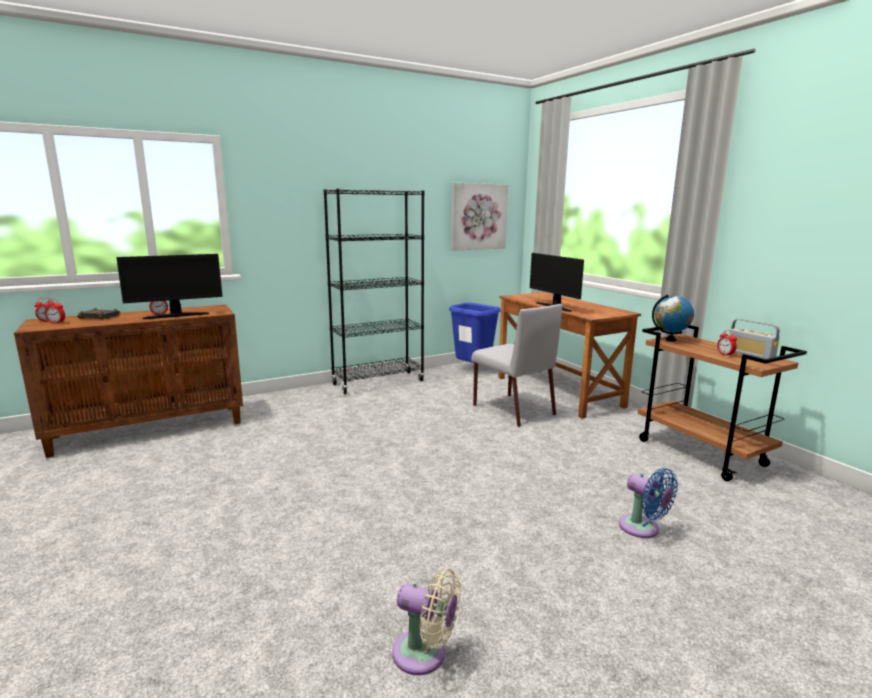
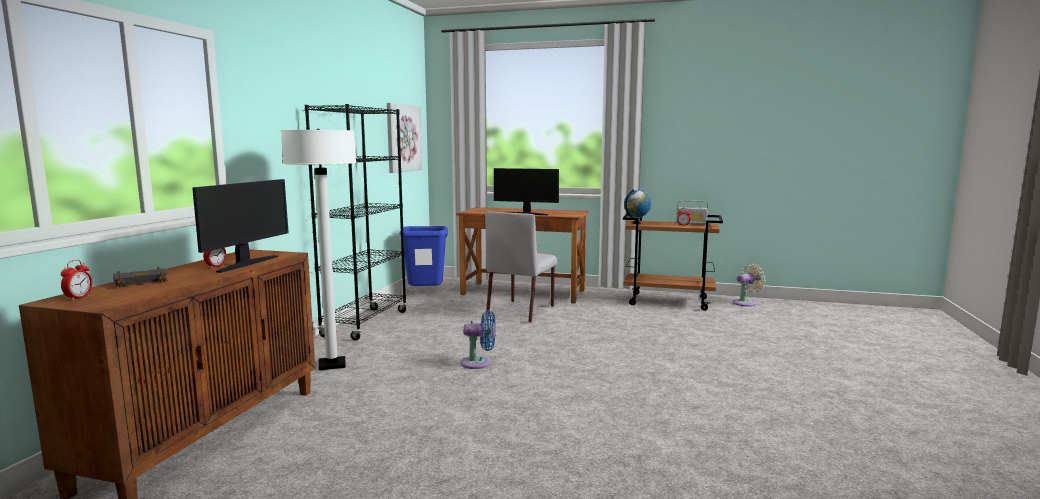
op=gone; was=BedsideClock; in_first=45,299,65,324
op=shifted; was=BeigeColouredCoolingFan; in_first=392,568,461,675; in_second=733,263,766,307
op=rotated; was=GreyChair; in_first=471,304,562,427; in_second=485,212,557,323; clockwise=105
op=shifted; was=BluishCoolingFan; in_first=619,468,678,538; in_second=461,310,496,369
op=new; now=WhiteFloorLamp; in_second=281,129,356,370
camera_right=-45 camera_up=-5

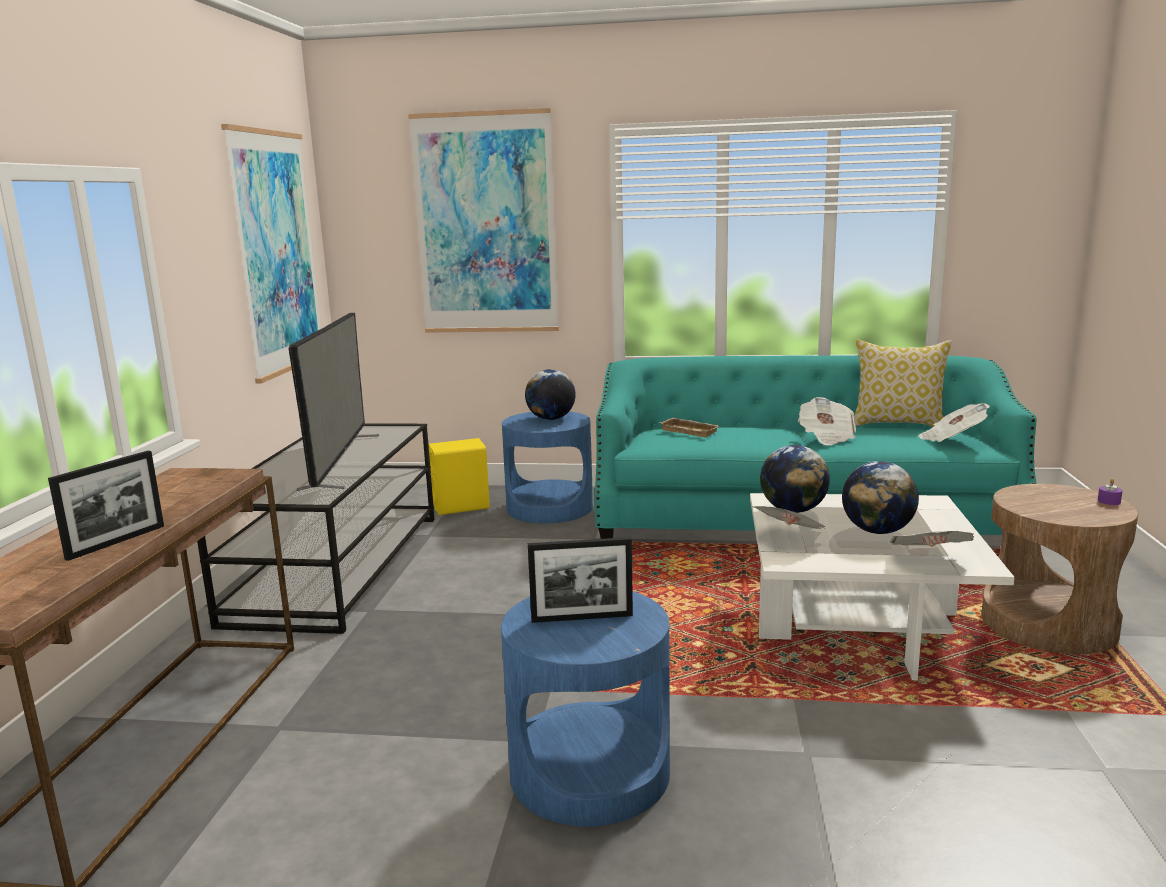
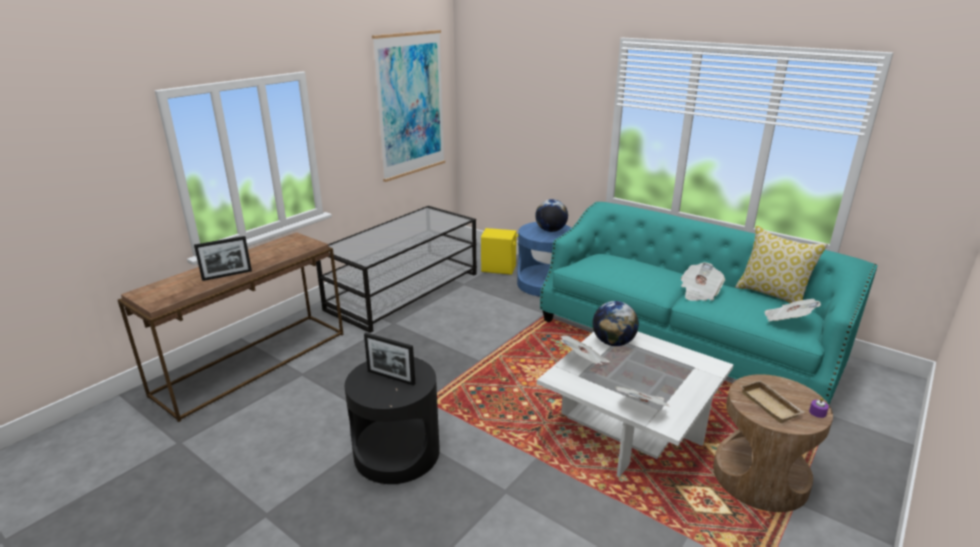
op=gone; was=Tv; in_first=289,313,379,491
op=gone; was=WallArt; in_first=408,108,559,333
op=repainted; was=BluishAccentTable; now=BlackColouredAccentTable; in_first=501,591,670,826; in_second=345,357,440,484
op=shifted; was=BeigeColouredCarryingTray; in_first=659,418,719,437; in_second=740,380,804,424
op=gone; was=Globe; in_first=842,461,919,534
camera_right=30 camera_up=10

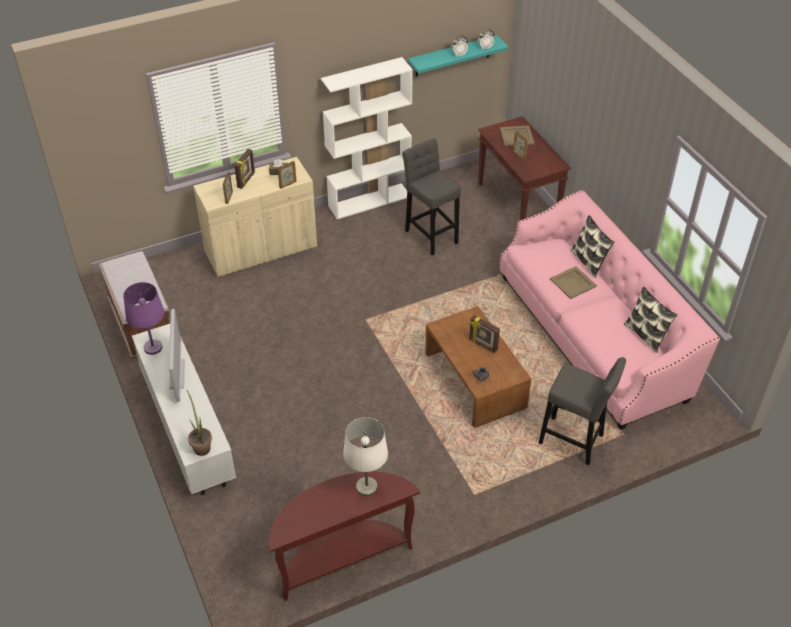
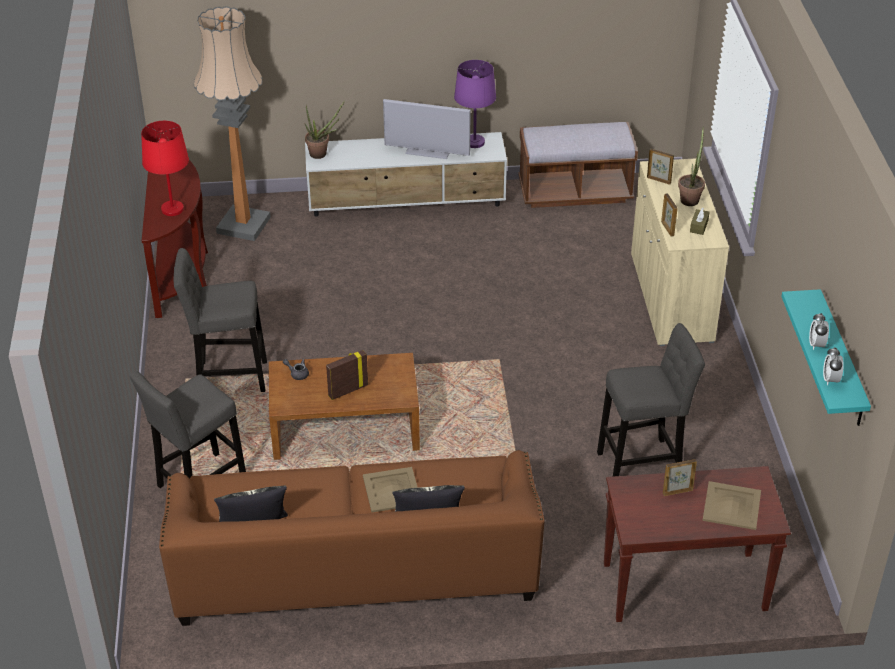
op=swapped; was=PhotoFrame; now=PottedPlant; in_first=234,149,255,189; in_second=678,126,705,206
op=gone; was=WhiteBookcase; in_first=321,57,413,219
op=repainted; was=WhiteTabletopLamp; now=RedTabletopLamp; in_first=343,417,388,496; in_second=141,121,189,216
op=repainted; was=PinkishSofa; now=BrownColouredSofa; in_first=499,190,720,430; in_second=159,450,545,626
op=new; now=GreyStool; in_second=174,248,267,392
op=new; now=FloorLamp; in_second=194,6,271,241
camera_right=110 camera_up=-5

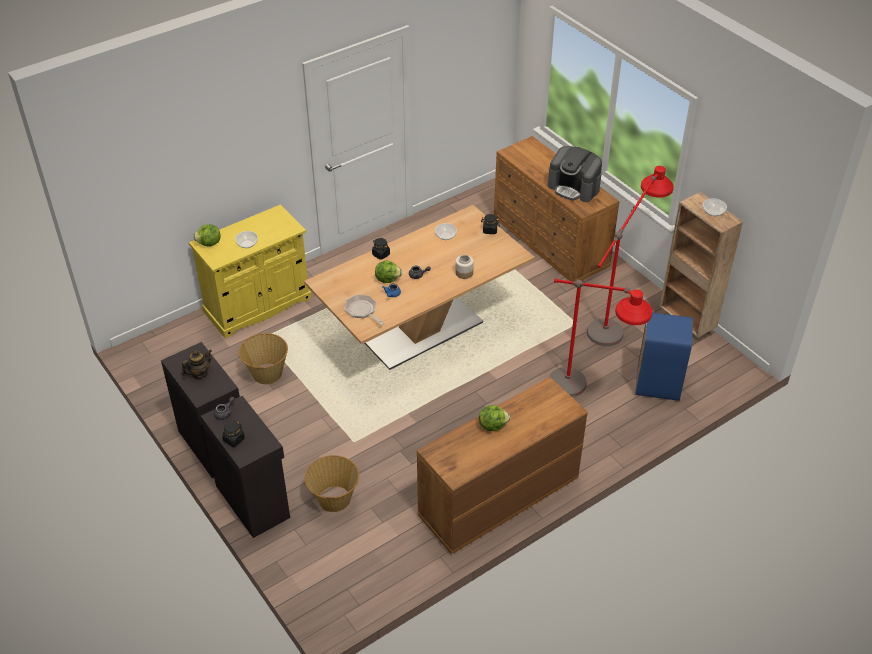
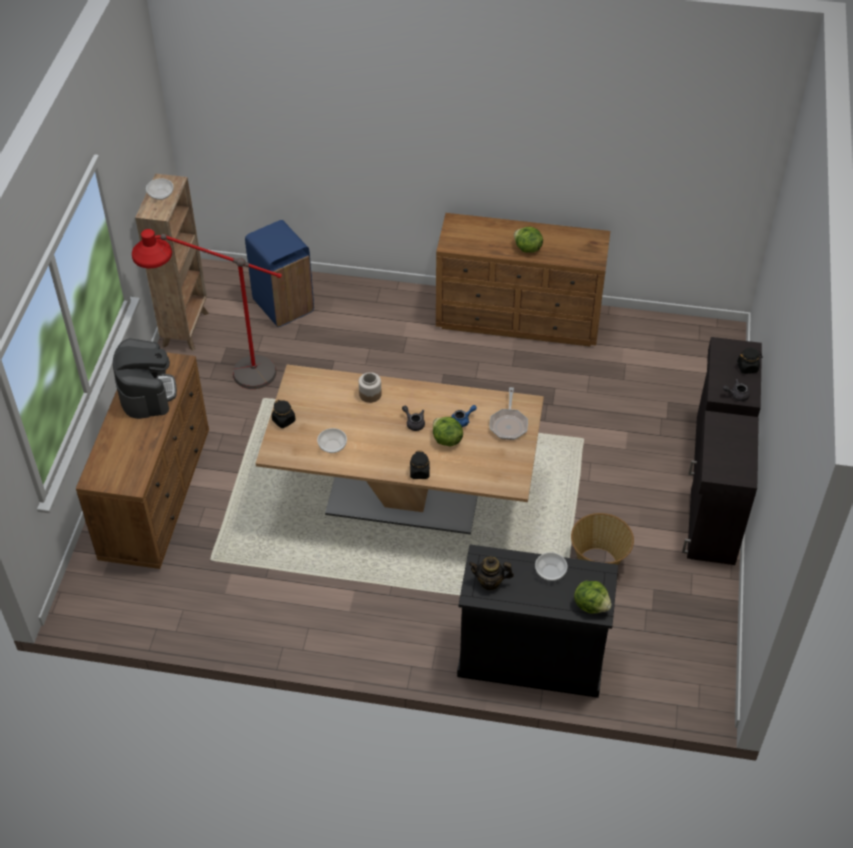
op=shifted; was=TeaPot; in_first=182,350,212,379; in_second=469,557,514,591
op=repainted; was=YellowishCabinet; now=BlackColouredCabinet; in_first=189,204,312,338; in_second=457,544,618,698
op=gone; was=Basket; in_first=305,455,359,512
op=gone; was=RedFloorLamp; in_first=549,278,652,397
camera_right=-135 camera_up=5

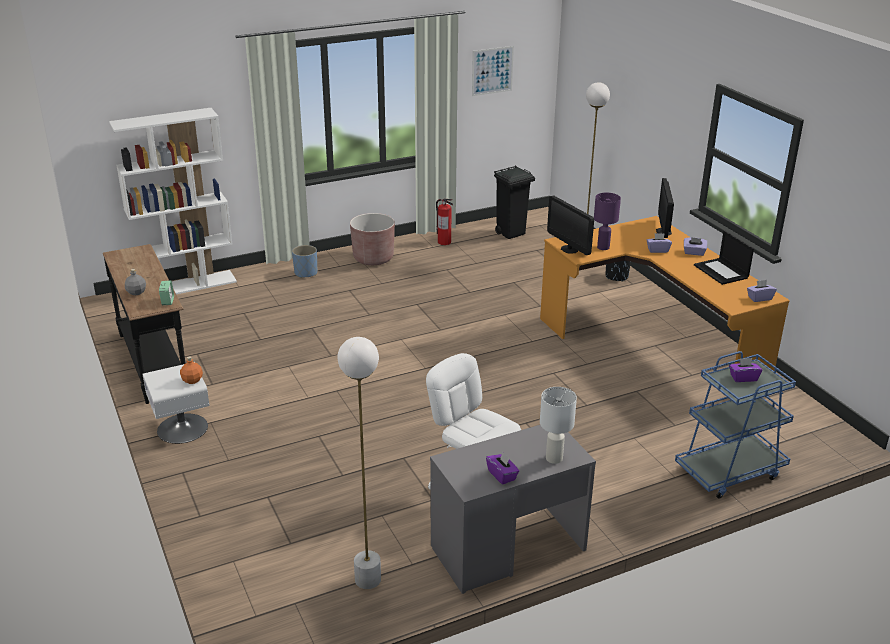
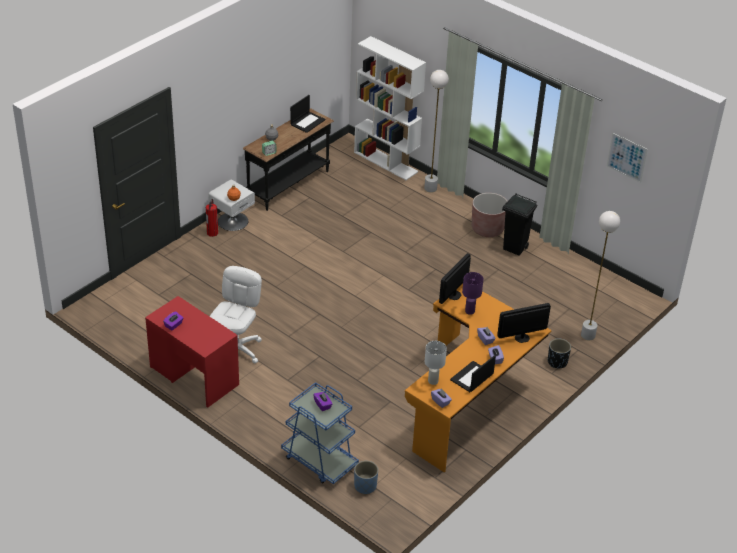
op=shifted; was=BluishPlanter; in_first=292,245,317,278; in_second=354,461,378,495
op=shifted; was=WhiteFloorLamp; in_first=337,337,381,589; in_second=424,70,449,193
op=repainted; was=GreyDesk; now=RedDesk; in_first=430,425,596,594; in_second=145,296,239,408
op=shifted; was=FireExtinguisher; in_first=436,199,453,245; in_second=206,199,218,237
op=shifted; was=BlackColouredRubbishBin; in_first=494,165,535,239; in_second=502,193,537,256
op=shifted; was=WhiteTabletopLamp; in_first=540,387,577,464; in_second=425,341,447,385
op=new; now=NotebookComputer; in_second=290,95,325,133
camera_right=65 camera_up=10

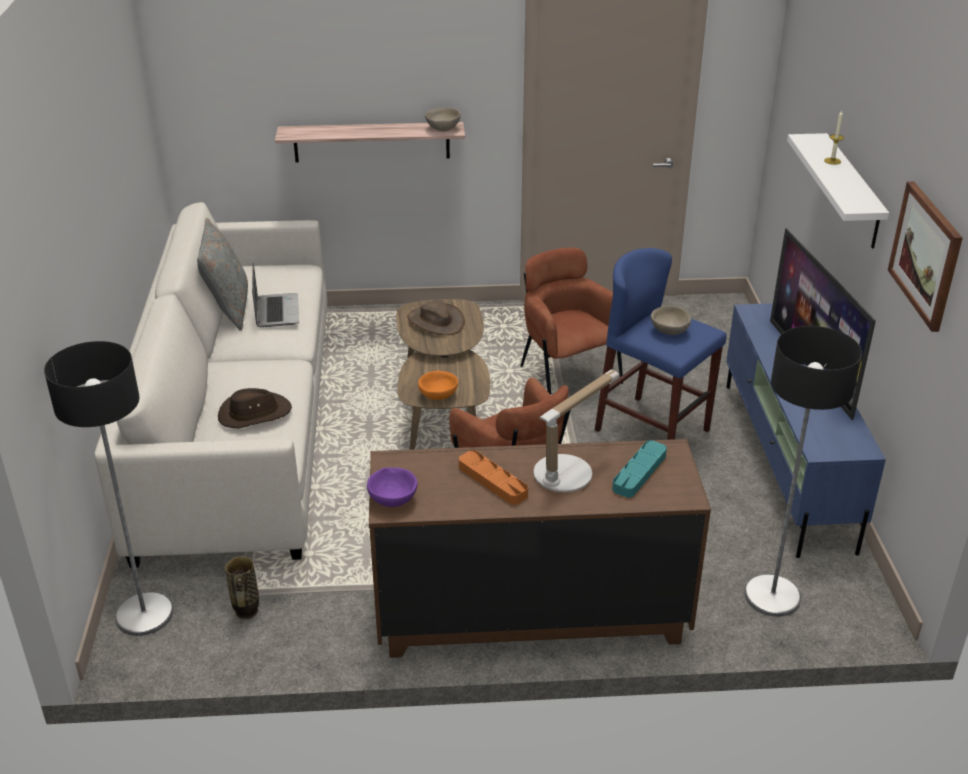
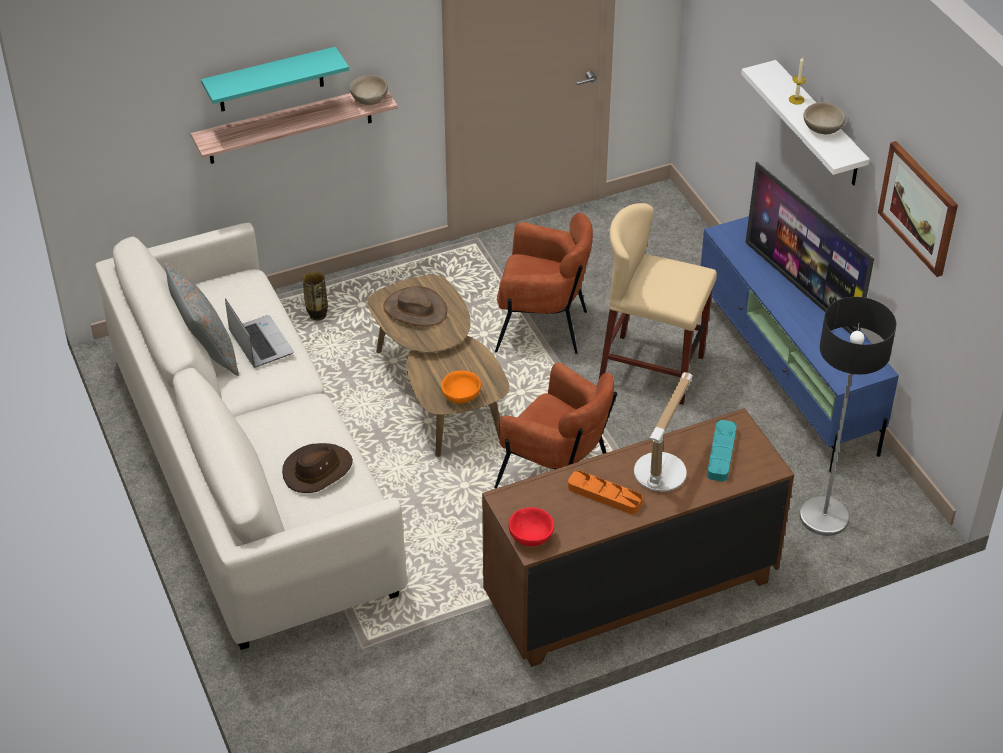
op=gone; was=FloorLamp; in_first=44,341,173,636
op=shifted; was=FlowerVase; in_first=225,556,259,619; in_second=303,271,328,321
op=repainted; was=PurplishServingBowl; now=RedServingBowl; in_first=367,467,418,507; in_second=509,507,554,546
op=rotated; was=BrownColouredLoungeChair; in_first=520,247,623,394; in_second=495,213,593,354; clockwise=150
op=repainted; was=BluishStool; now=BeigeColouredStool; in_first=595,248,726,440; in_second=599,203,717,405
op=shifted; was=BeigeColouredServingBowl; in_first=651,306,691,335; in_second=803,102,846,134
op=new; now=TurquoiseBracketShelf; in_second=201,47,349,111
camera_right=-20 camera_up=10

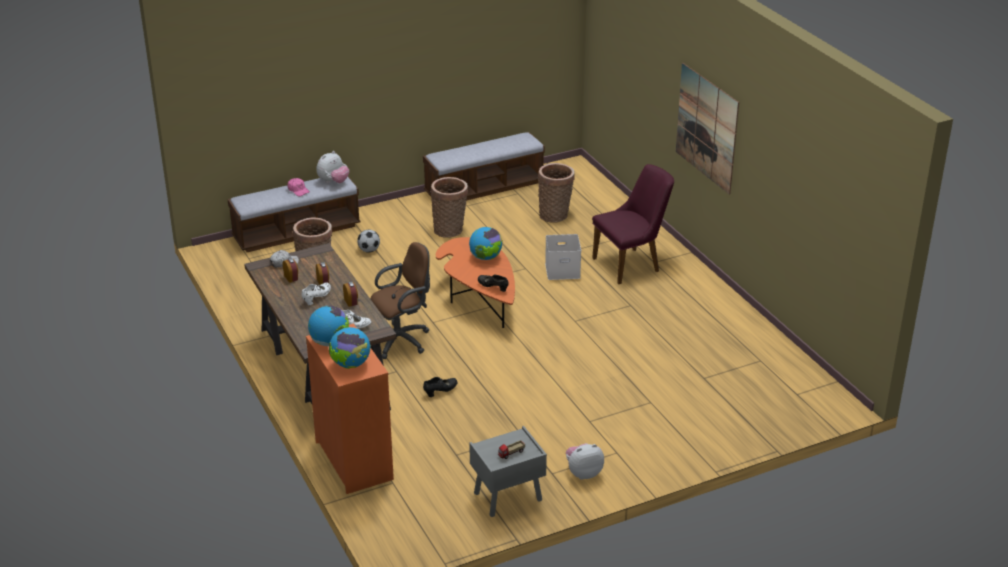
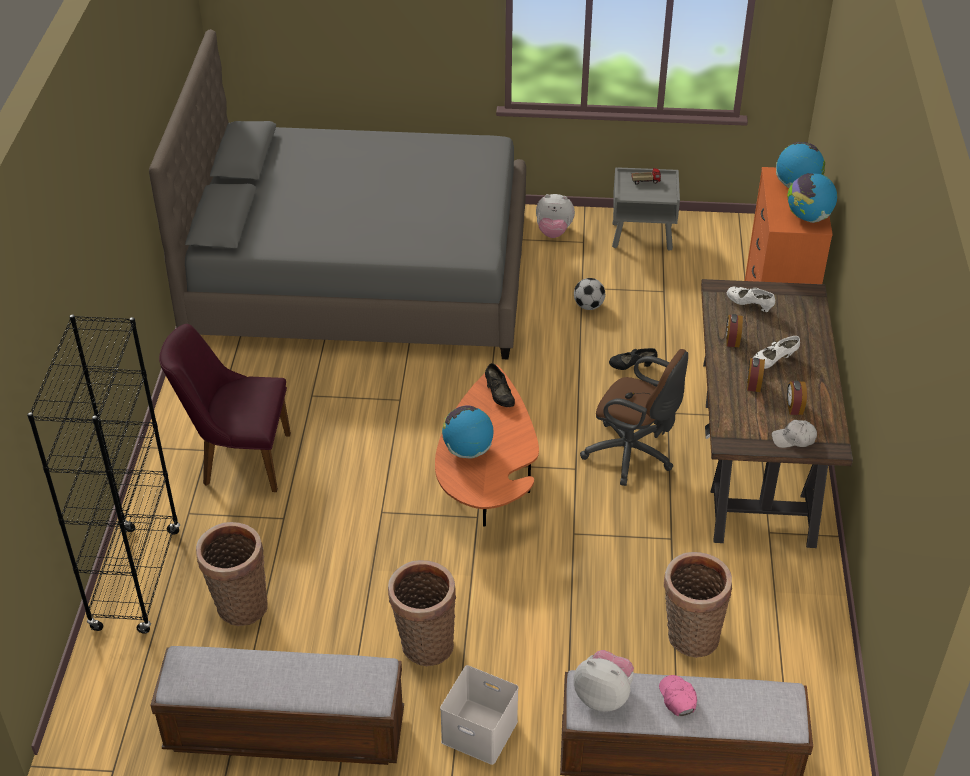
op=rotated; was=PlushToy; in_first=317,151,349,183; in_second=574,650,634,712; clockwise=45
op=shifted; was=BallForFootball; in_first=357,230,380,253; in_second=574,278,605,310
op=rotated; was=BrownColouredDeskChair; in_first=371,242,430,359; in_second=580,349,688,486; clockwise=-150
op=shifted; was=WhiteStorageContainer; in_first=545,234,581,280; in_second=440,665,519,765
op=gone; was=WallArt; in_first=676,63,739,195
op=new; now=BlackColouredBookcase; in_second=27,314,180,634
op=new; now=GreySleepingBed; in_second=149,29,526,359
camera_right=-150 camera_up=10

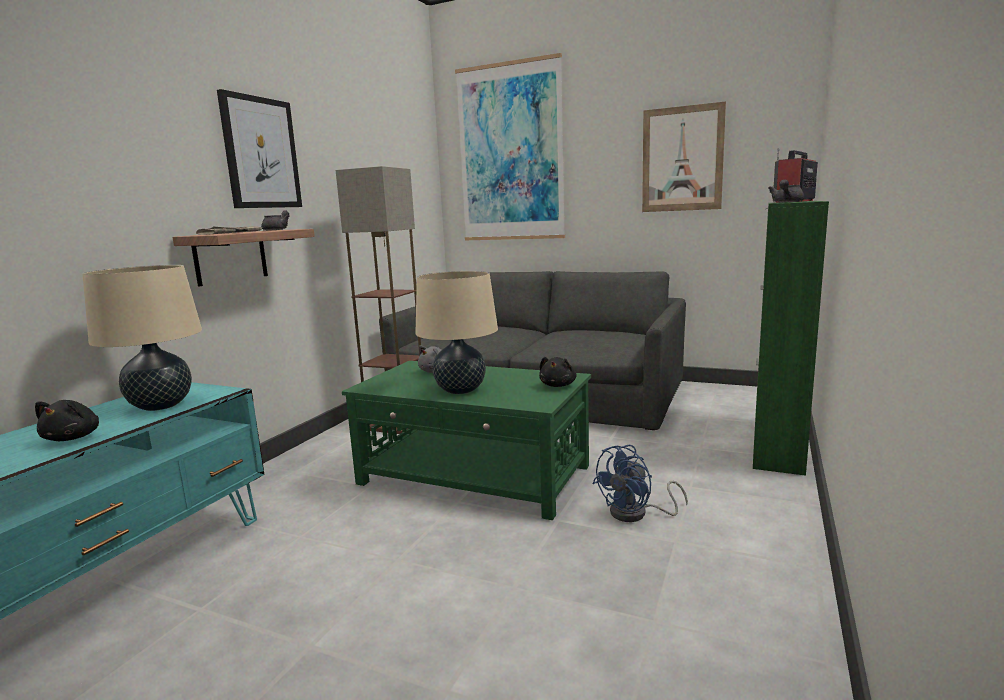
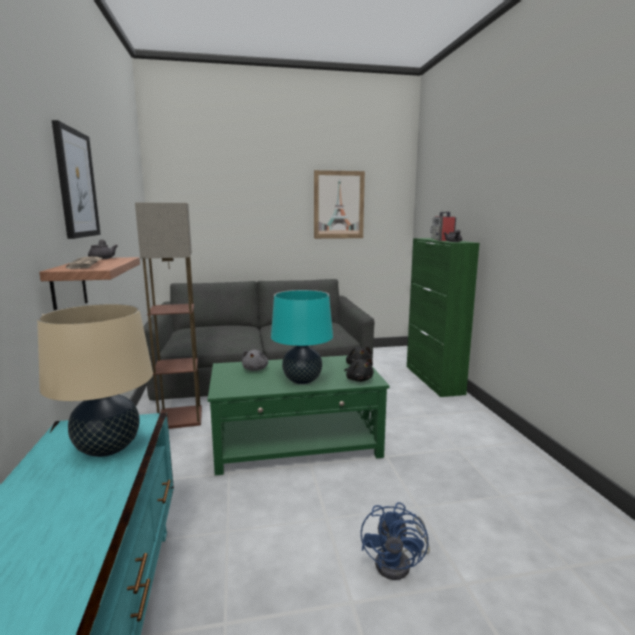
op=shifted; was=BlackColouredPlushToy; in_first=35,400,99,441; in_second=345,358,374,382
op=repainted; was=BeigeColouredTabletopLamp; now=TurquoiseTabletopLamp; in_first=415,271,498,394; in_second=271,290,333,384
op=gone; was=WallArt; in_first=455,53,565,240
op=shifted; was=BluishCoolingFan; in_first=592,445,688,522; in_second=361,502,430,580
camera_right=-35 camera_up=0

